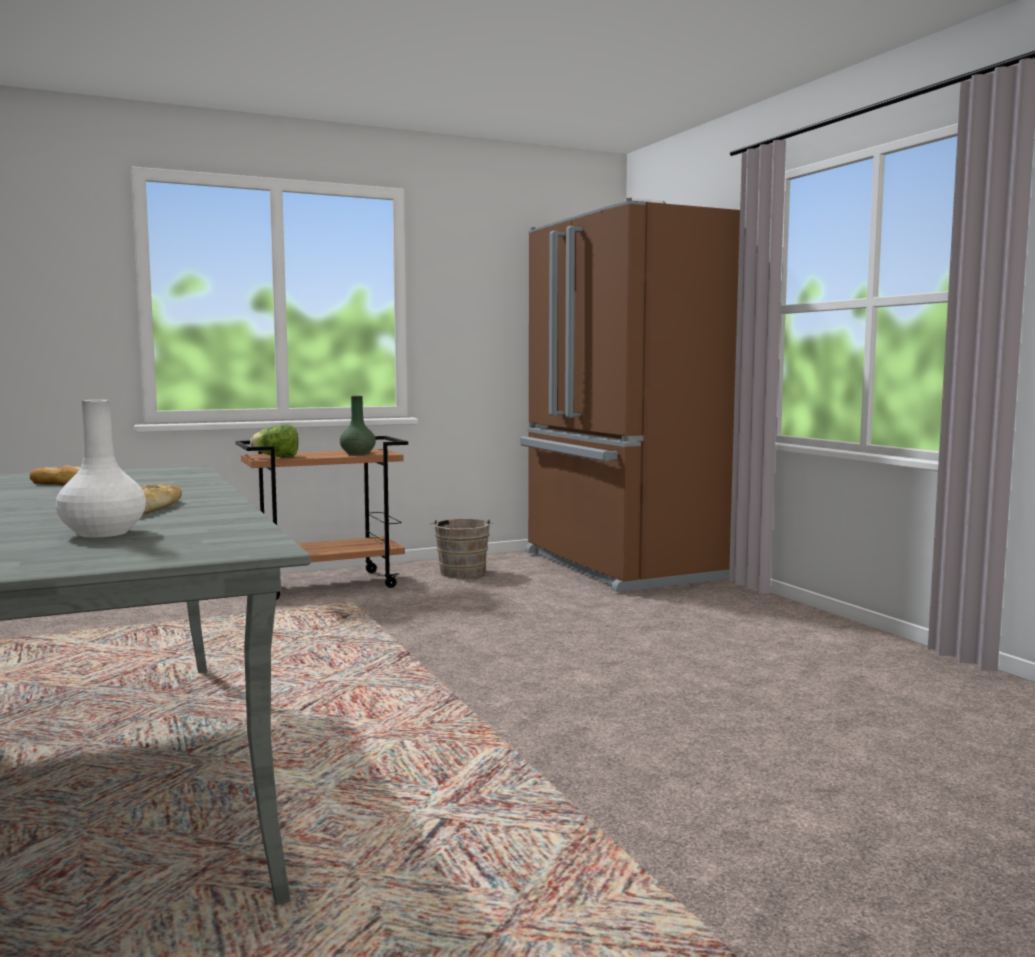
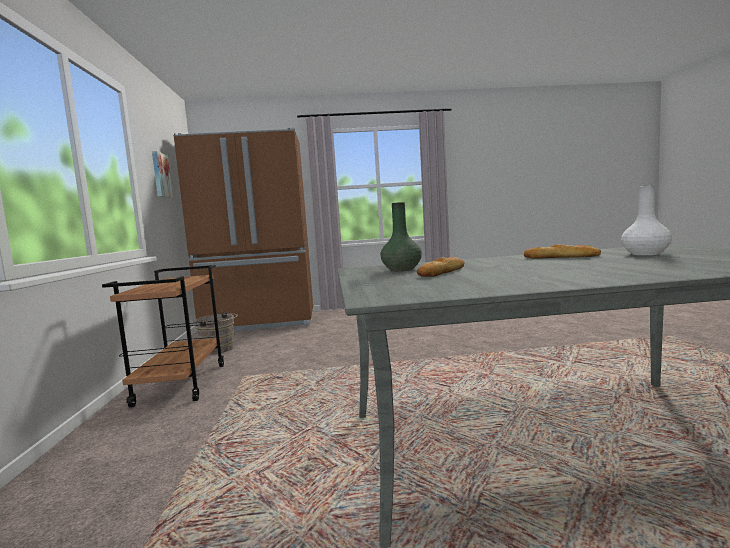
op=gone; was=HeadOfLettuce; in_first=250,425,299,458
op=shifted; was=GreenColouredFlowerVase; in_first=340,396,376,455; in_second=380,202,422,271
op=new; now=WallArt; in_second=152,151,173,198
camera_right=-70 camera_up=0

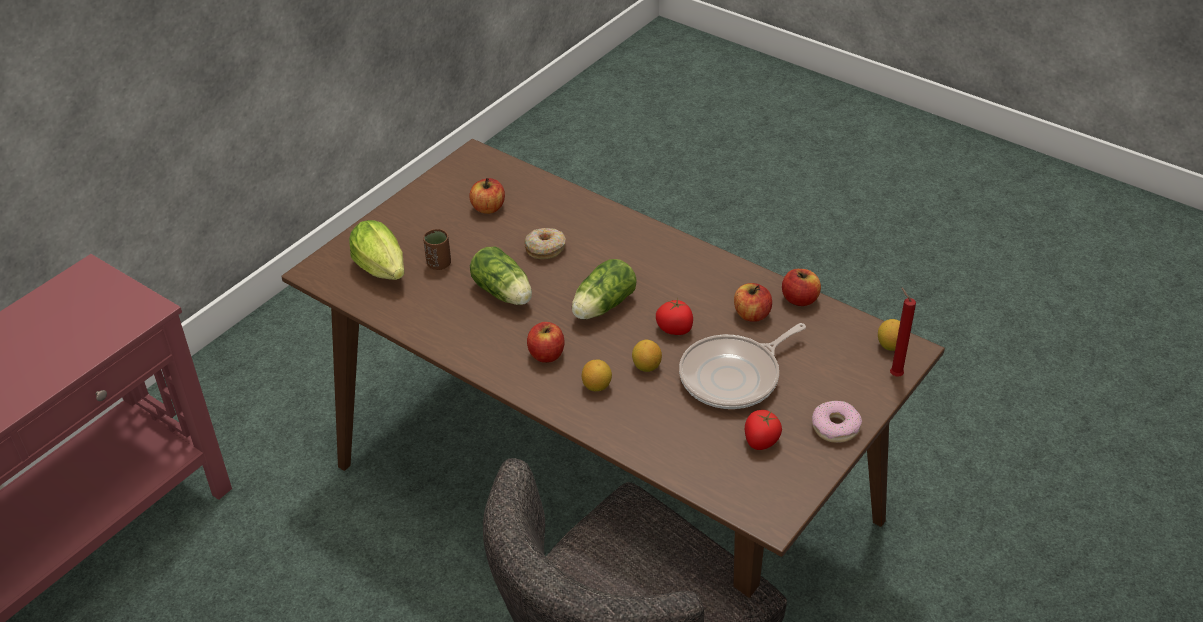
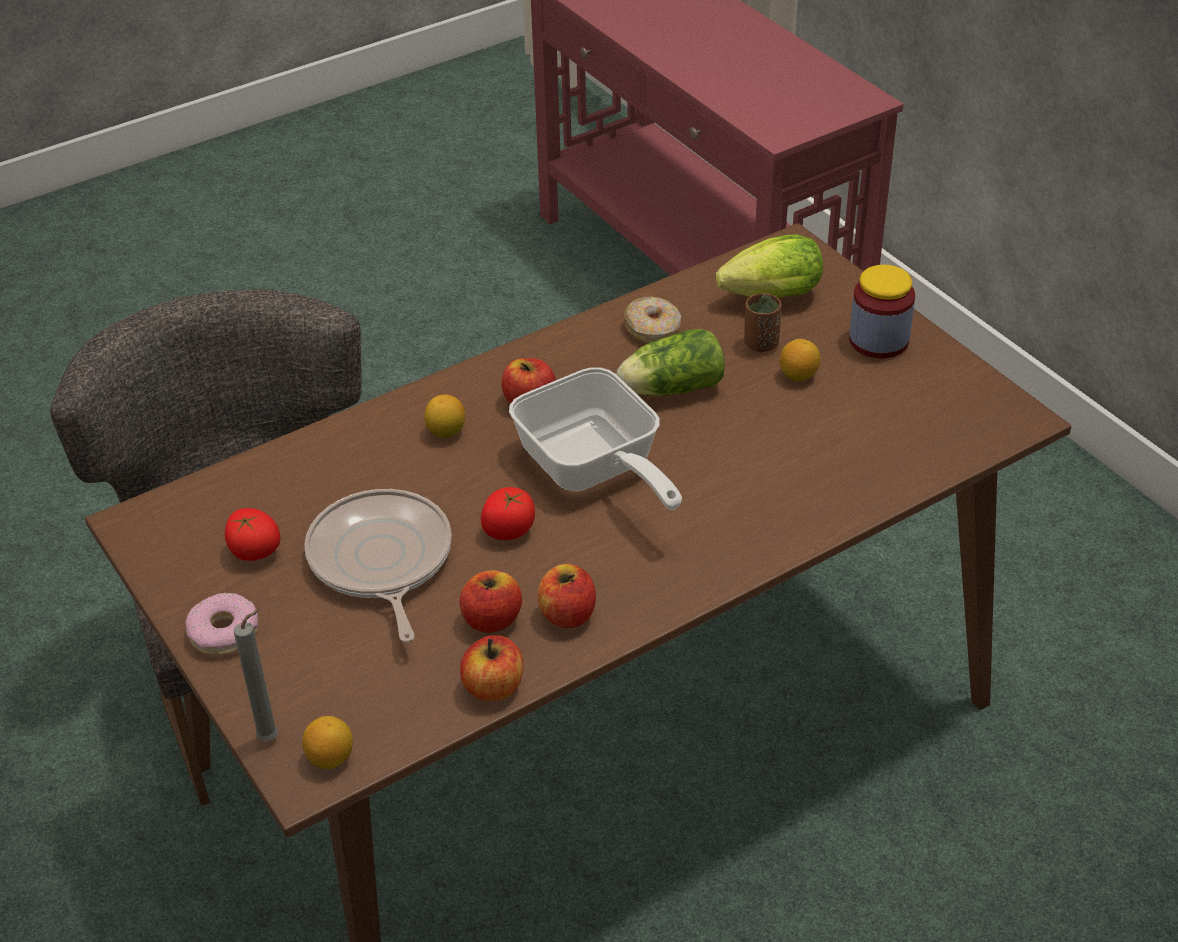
op=shifted; was=AppleFruit; in_first=469,178,505,214; in_second=538,564,596,628
op=shifted; was=Doughnut; in_first=524,228,566,259; in_second=624,297,681,343
op=swapped; was=HeadOfLettuce; now=Skillet; in_first=572,259,637,319; in_second=509,367,682,510
op=shifted; was=Lemon; in_first=632,340,662,372; in_second=780,339,820,382
op=repainted; was=RedWaxCandle; now=GreyWaxCandle; in_first=890,287,916,376; in_second=234,609,278,741
op=new; now=Jar; in_second=849,265,915,359
camera_right=110 camera_up=0

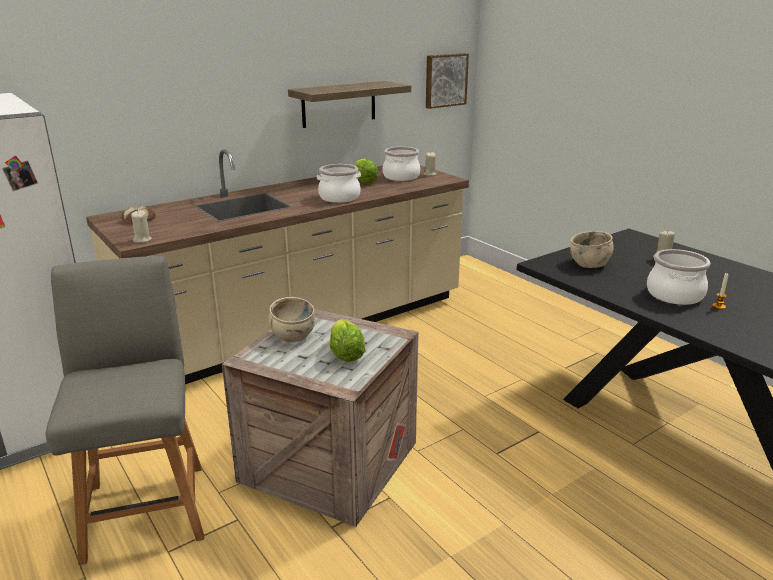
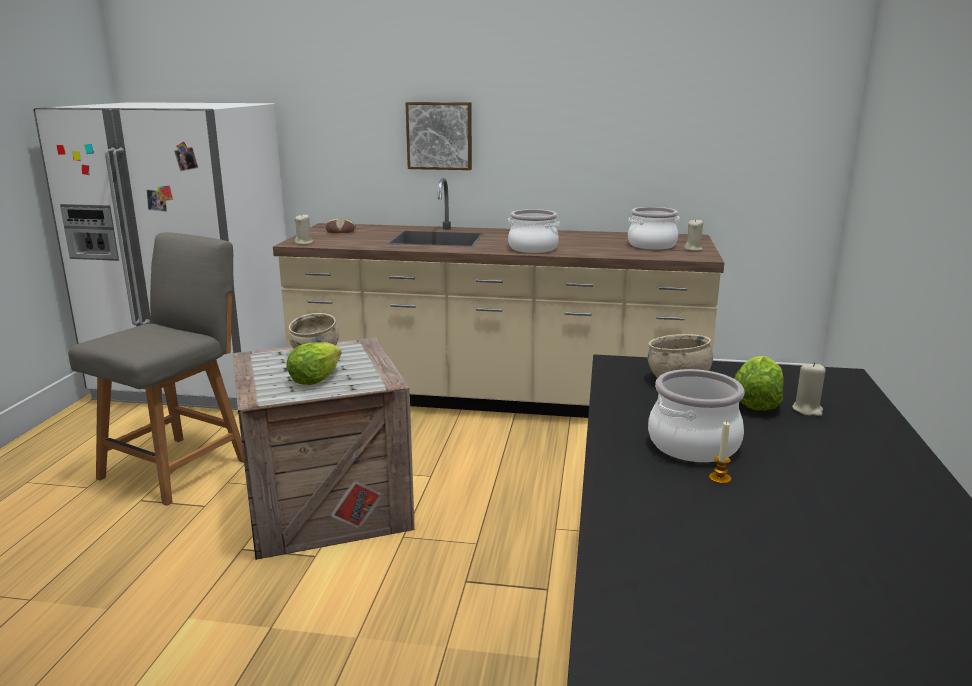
op=gone; was=BracketShelf; in_first=288,81,411,128
op=shifted; was=HeadOfLettuce; in_first=354,158,378,184; in_second=734,356,784,410
op=shifted; was=WallArt; in_first=426,53,469,109; in_second=405,102,472,170
camera_right=45 camera_up=-5

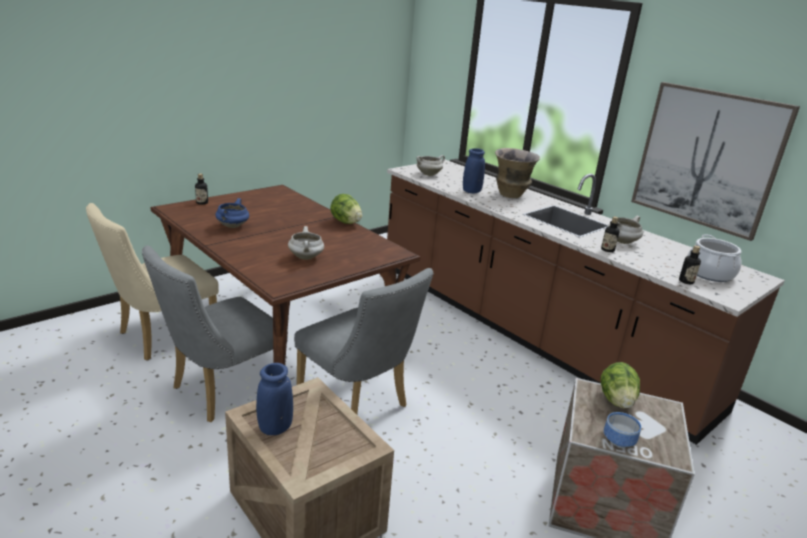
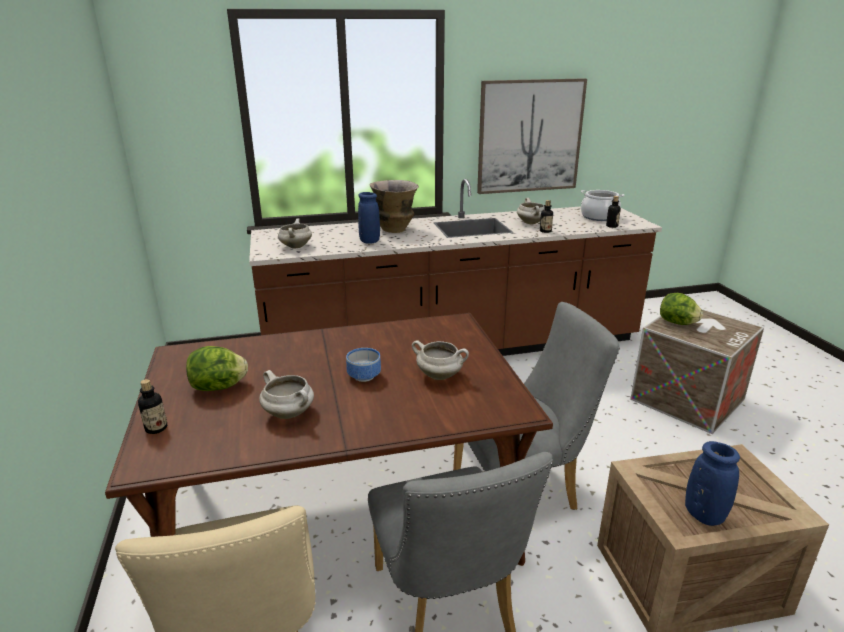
op=repainted; was=BluishSaucepot; now=WhiteSaucepot; in_first=215,198,249,228; in_second=259,370,314,419
op=shifted; was=HeadOfLettuce; in_first=330,194,362,224; in_second=186,346,248,391
op=shifted; was=ServingBowl; in_first=604,412,641,448; in_second=346,348,381,382
camera_right=-60 camera_up=0

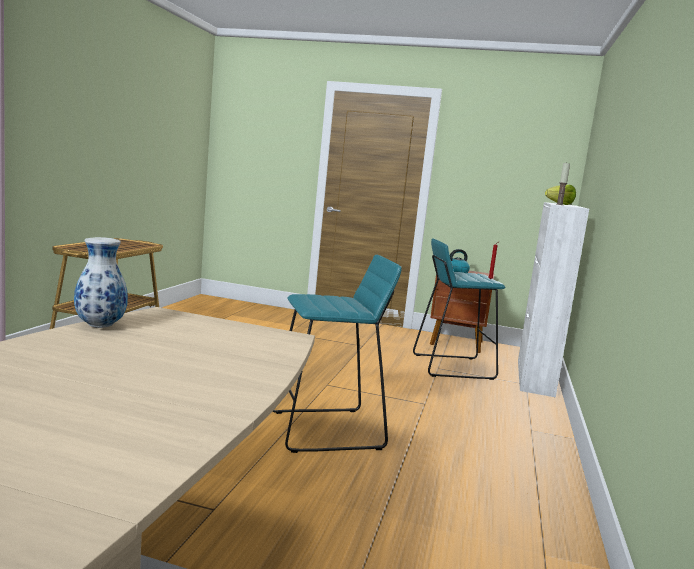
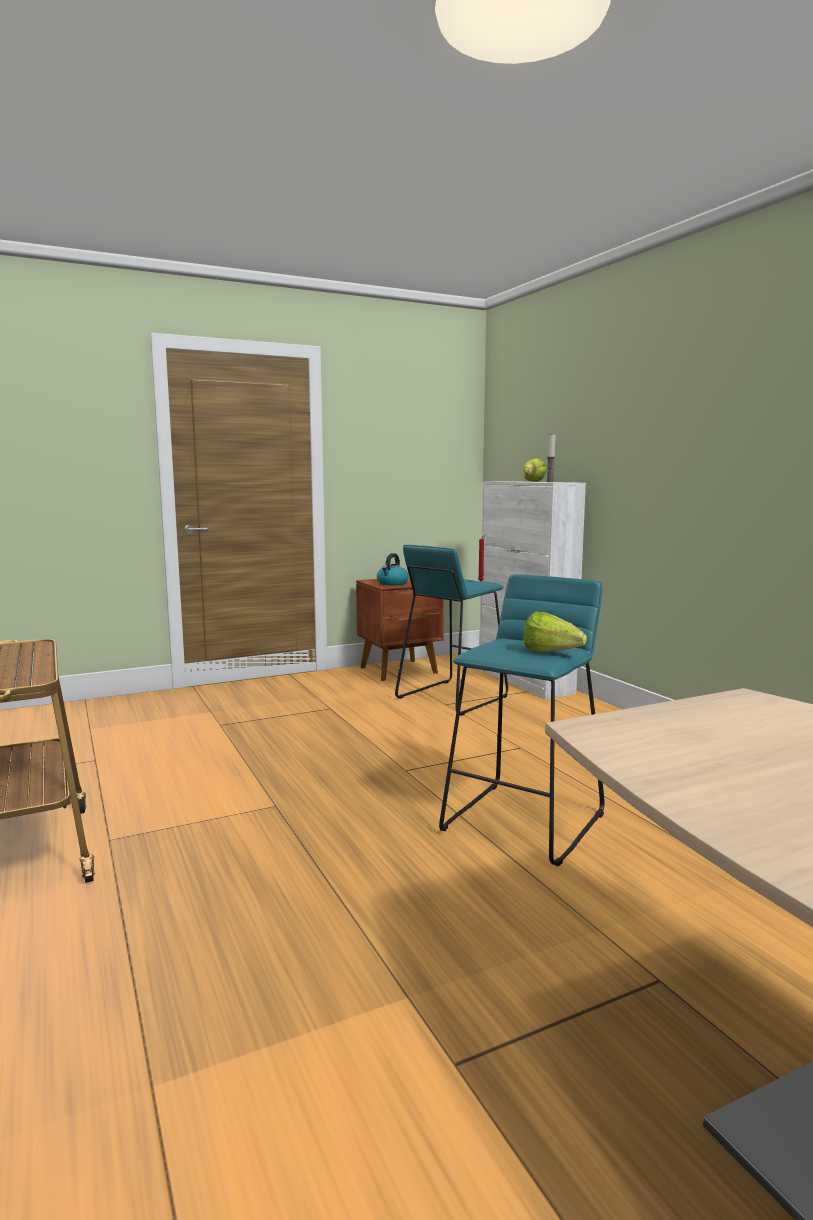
op=gone; was=FlowerVase; in_first=74,237,128,328
op=new; now=HeadOfLettuce; in_second=523,611,587,652
camera_right=-40 camera_up=0

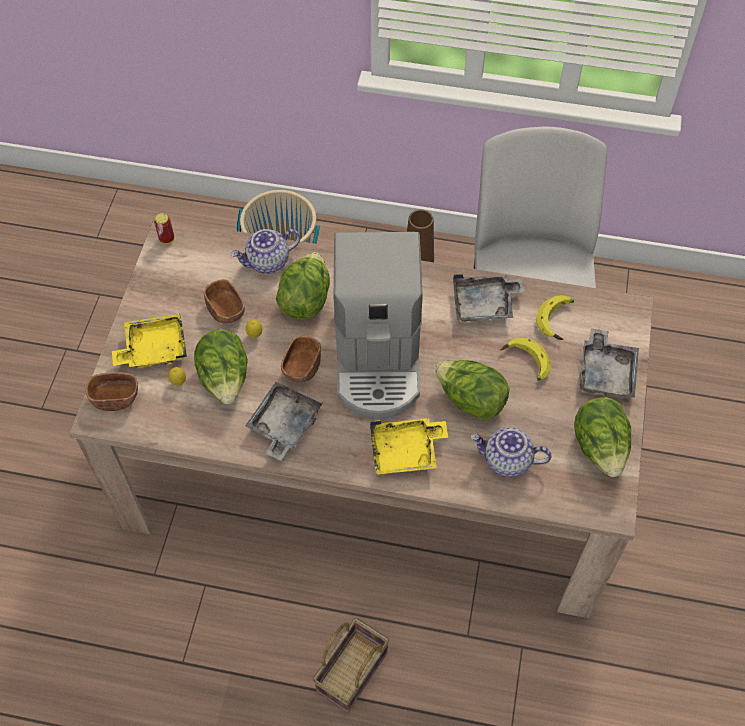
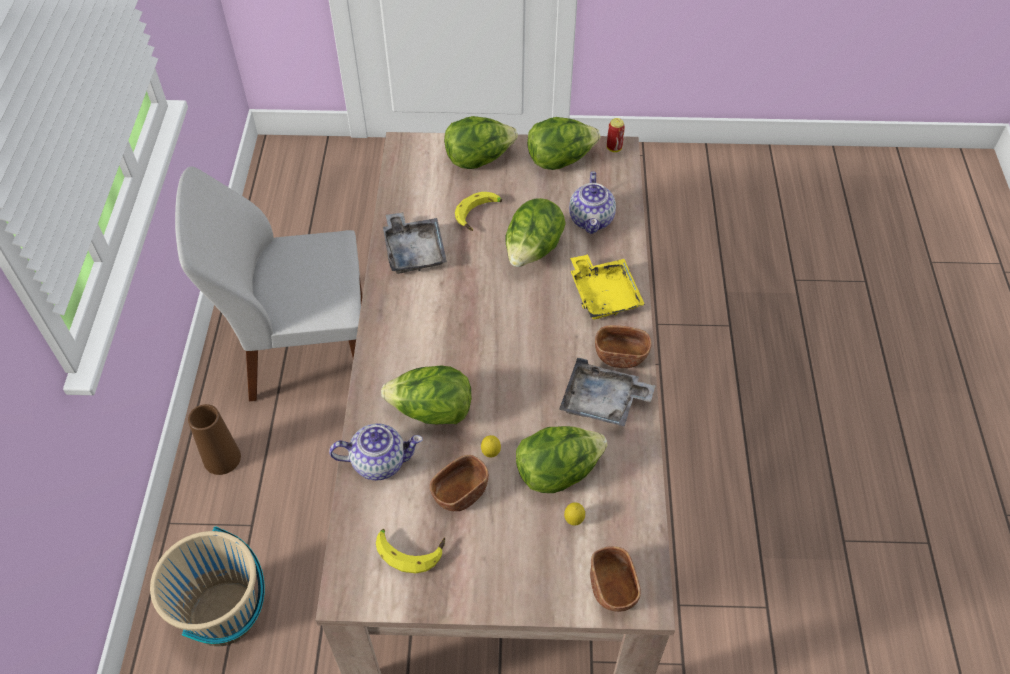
op=gone; was=YellowishCarryingTray; in_first=112,314,187,368
op=shifted; was=Can; in_first=154,213,174,244; in_second=607,118,625,152
op=rotated; was=TeaPot; in_first=231,229,300,274; in_second=329,423,423,480; clockwise=-60
op=shifted; was=BrownColouredServingBowl; in_first=281,336,321,383; in_second=595,325,652,368
op=gone; was=Basket; in_first=313,618,389,712
op=gone; was=CoffeeMaker; in_first=334,232,423,419
op=shifted; was=BananaFruit; in_first=536,295,574,340; in_second=376,529,445,573
op=swapped; was=GreyCarryingTray; now=HeadOfLettuce; in_first=579,328,639,398; in_second=444,116,518,169
camera_right=-100 camera_up=-5

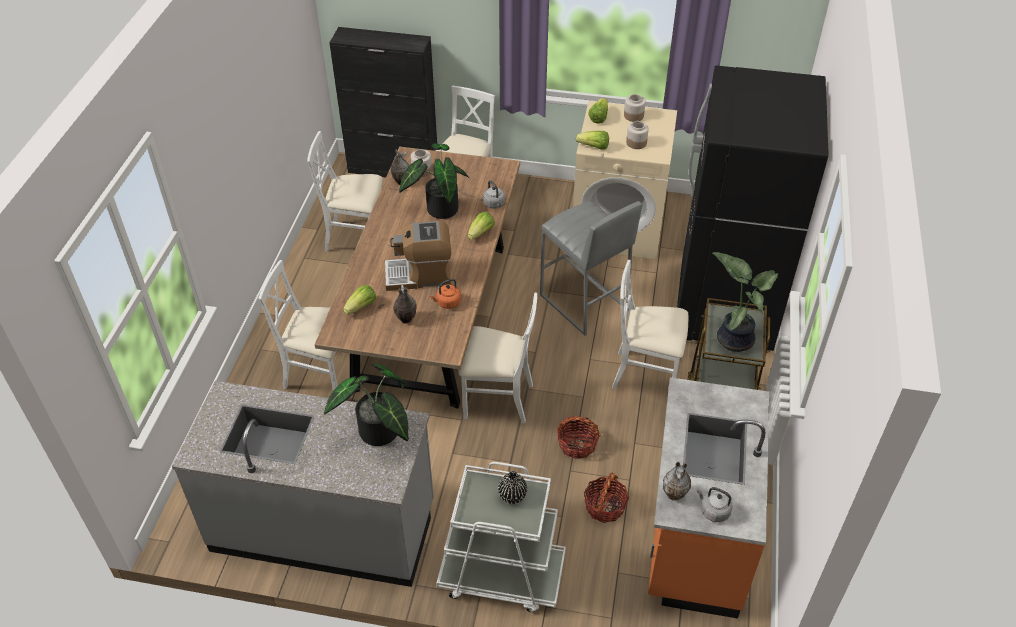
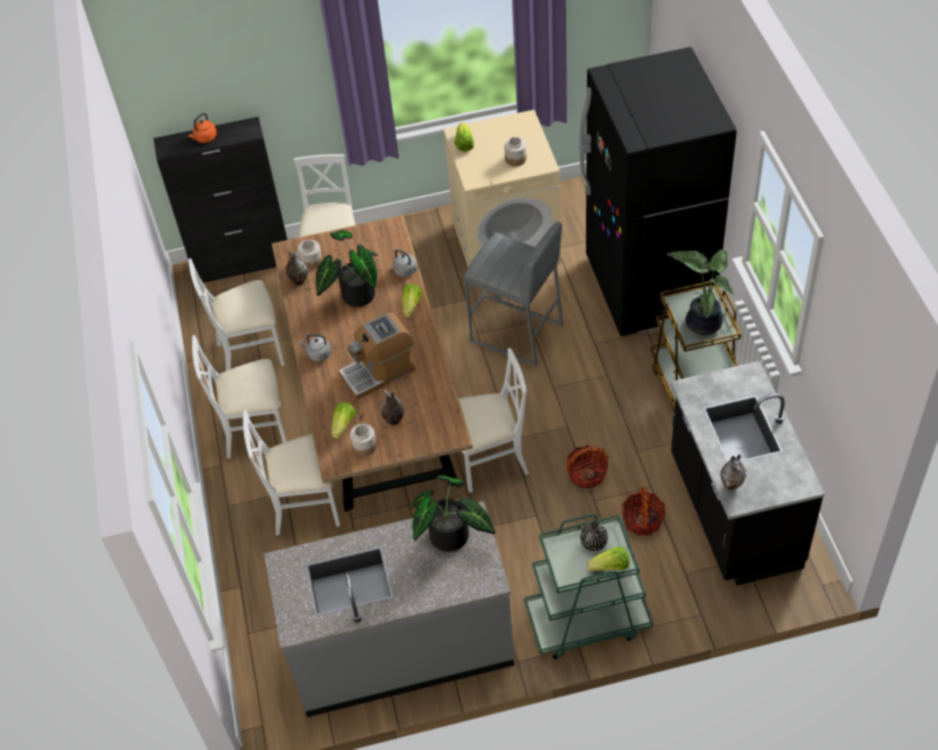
op=shifted; was=OrangeColouredWaterKettle; in_first=430,279,461,309; in_second=188,113,217,143
op=repainted; was=WhiteCart; now=GreenColouredCart; in_first=437,462,566,612; in_second=524,514,653,659
op=shifted; was=HeadOfLettuce; in_first=576,131,609,150; in_second=587,547,630,571
op=shifted; was=WhiteChair; in_first=612,260,688,389; in_second=192,335,287,459
op=shifted; was=Jar; in_first=624,94,646,122; in_second=350,423,377,456
op=repainted; was=OrangeColouredKitchenCounter; now=BlackColouredKitchenCounter; in_first=648,377,769,619; in_second=670,361,825,586
op=shifted; was=GreyWaterKettle; in_first=697,487,733,522; in_second=299,334,331,362
camera_right=-20 camera_up=5

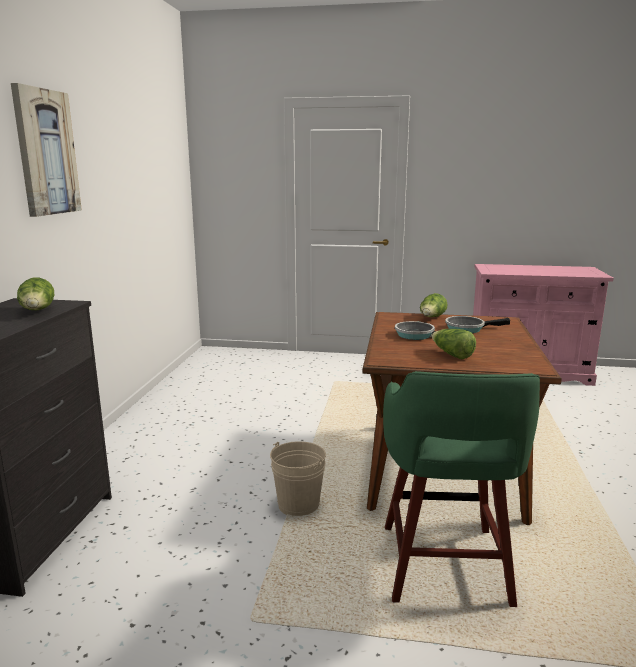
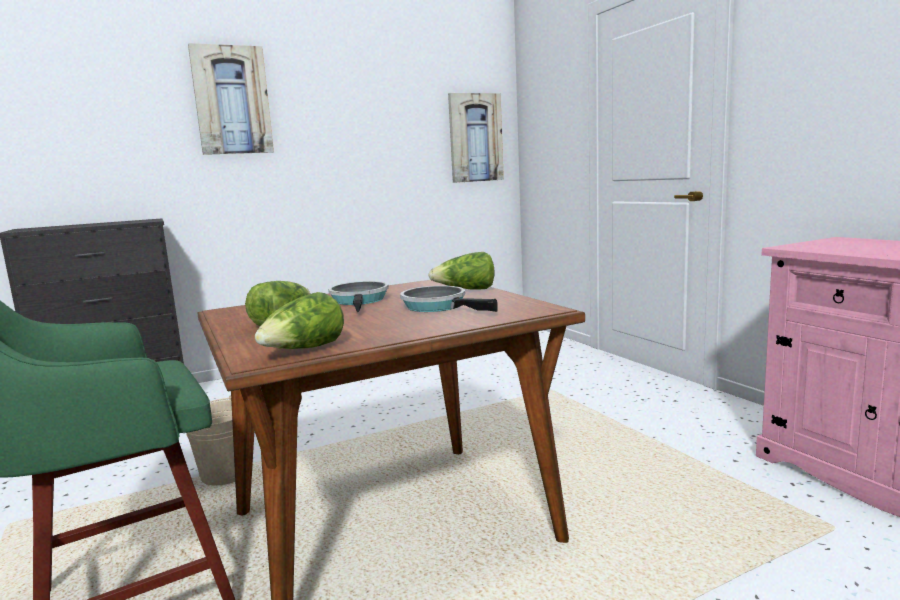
op=shifted; was=HeadOfLettuce; in_first=17,277,54,310; in_second=255,292,344,349
op=new; now=WallArt; in_second=448,93,504,183
camera_right=55 camera_up=-5

